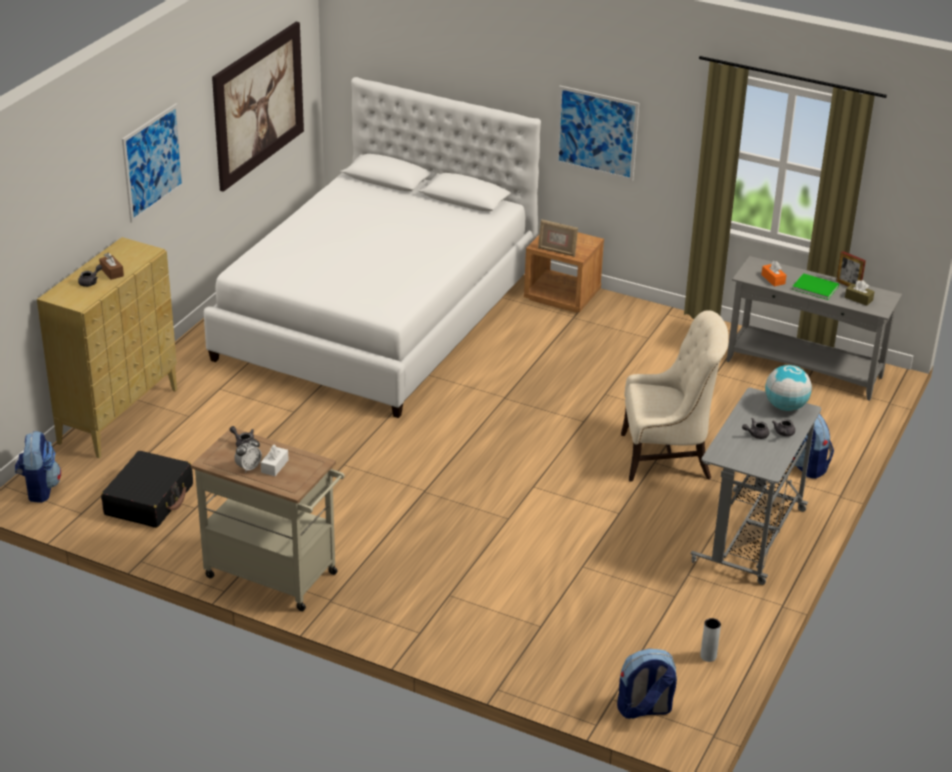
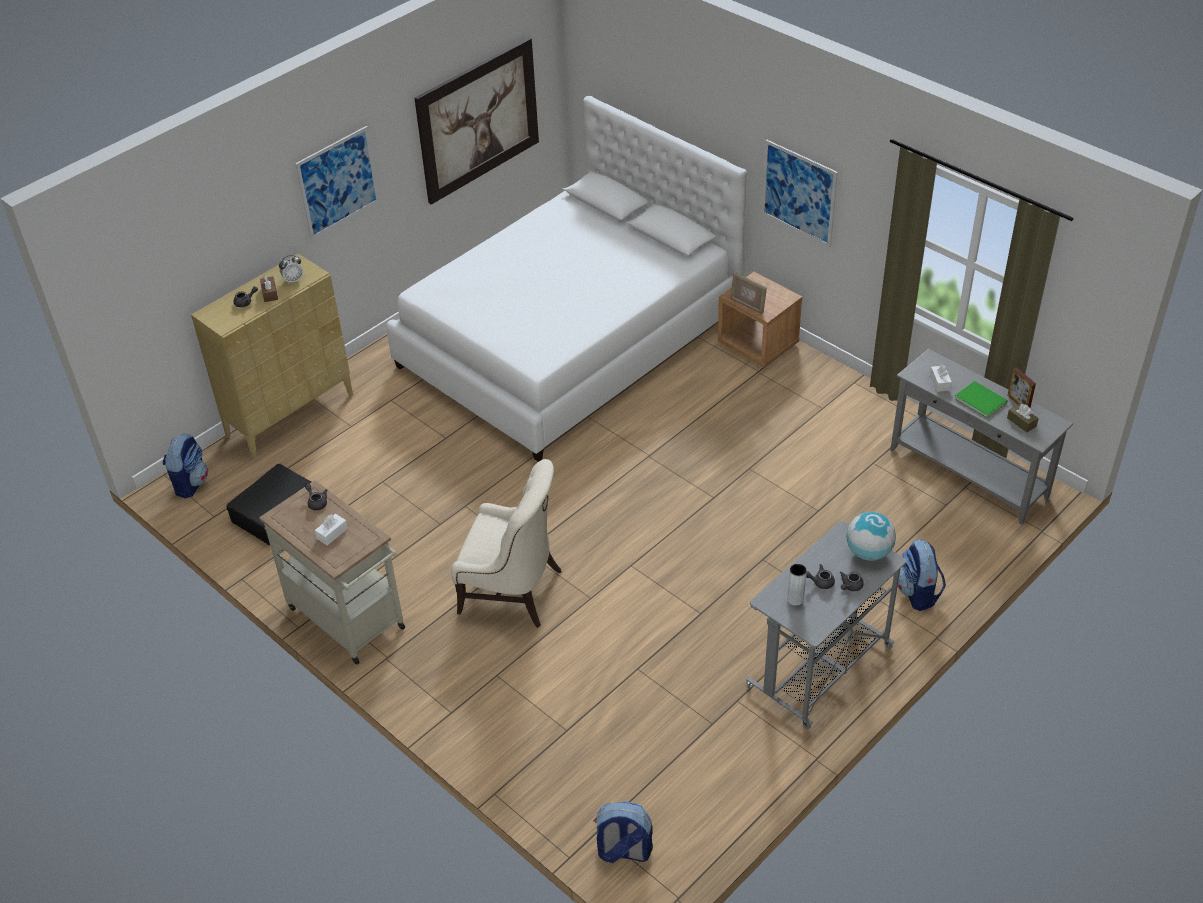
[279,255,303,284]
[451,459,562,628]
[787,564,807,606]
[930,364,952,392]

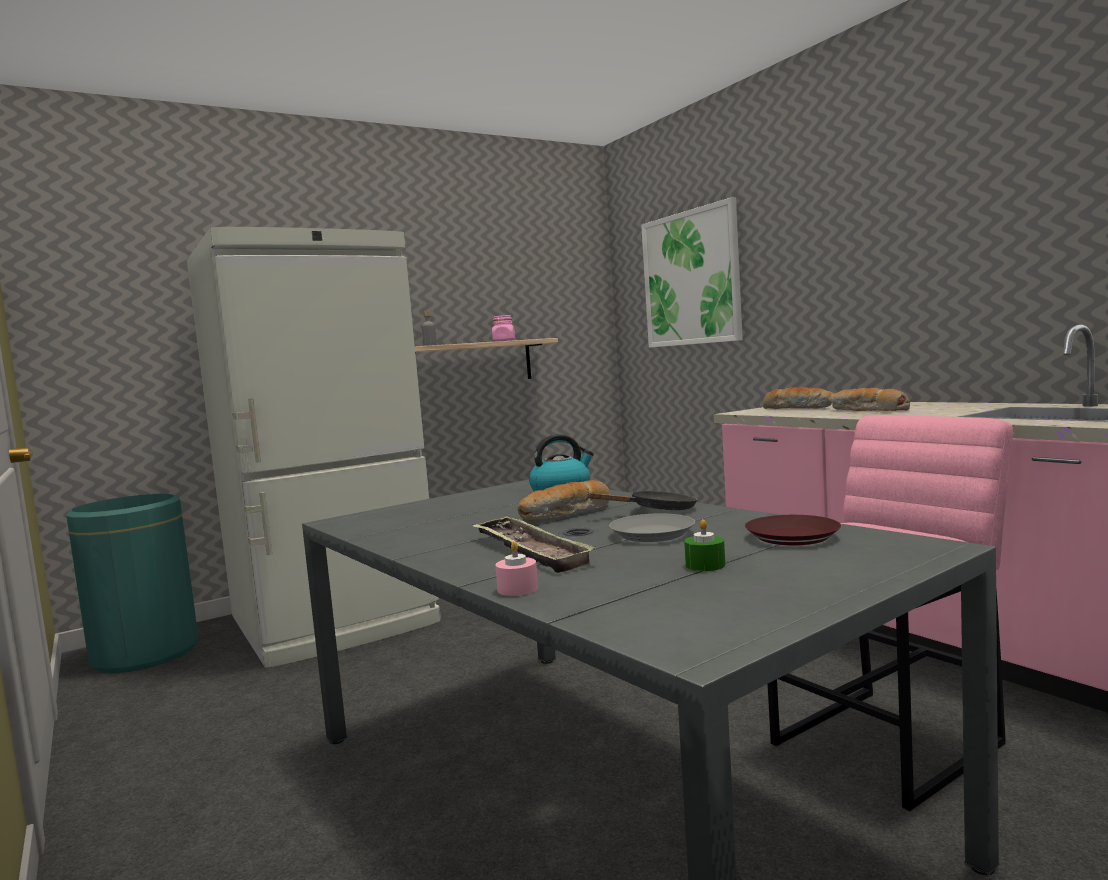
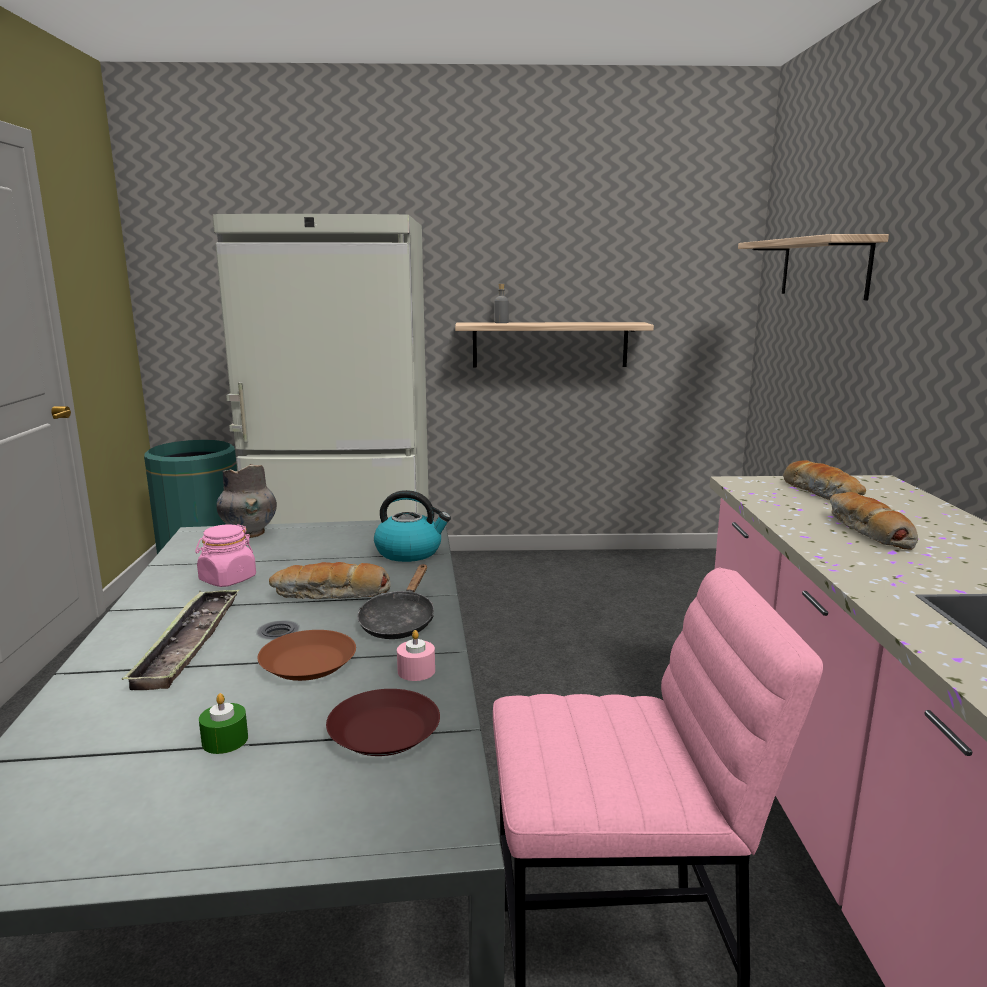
[217,464,277,538]
[195,524,256,587]
[397,630,435,681]
[738,234,889,300]
[258,630,356,681]
[357,564,434,639]

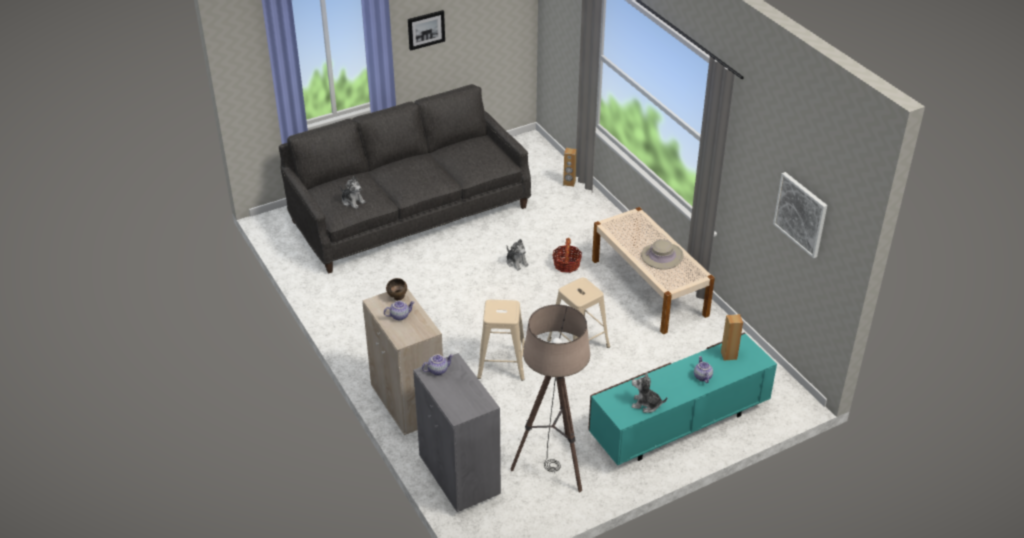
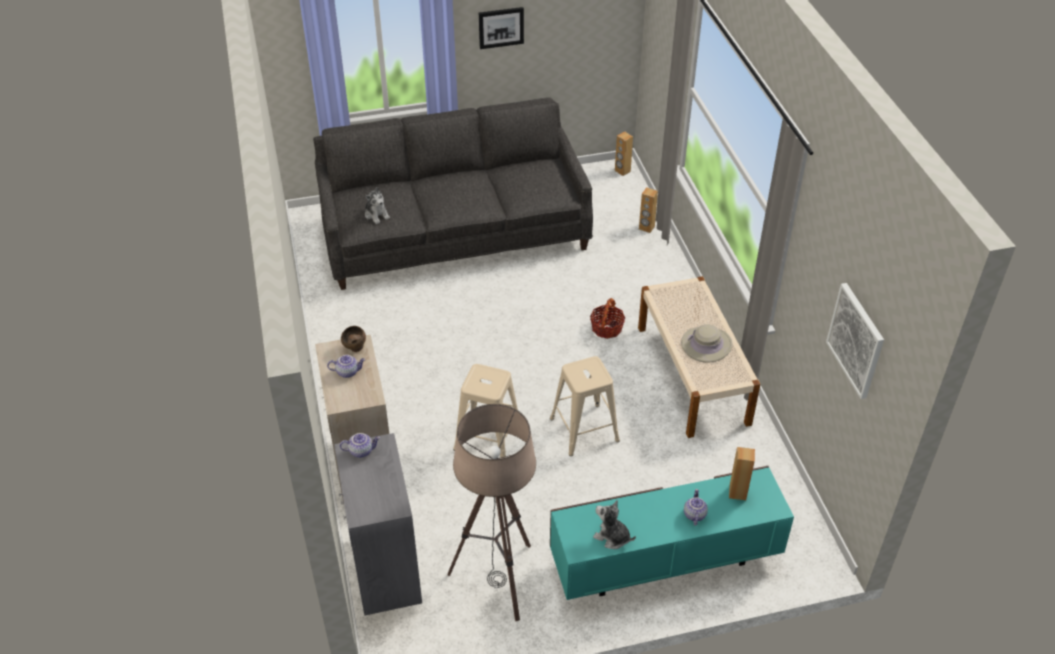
[507,239,529,271] (first image)
[615,131,633,176]

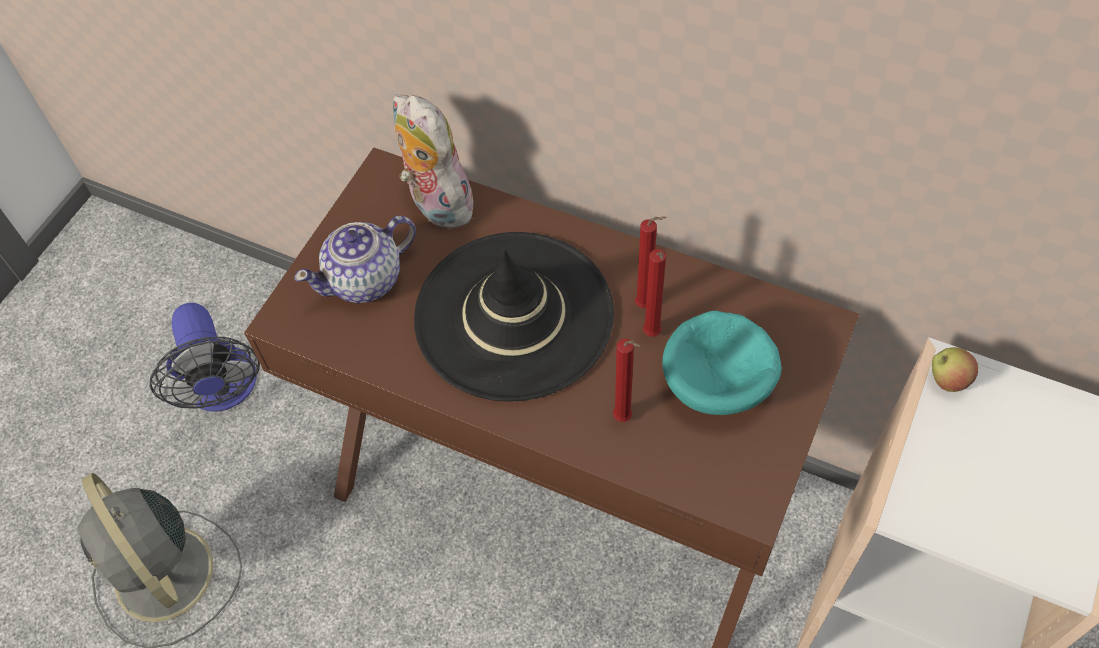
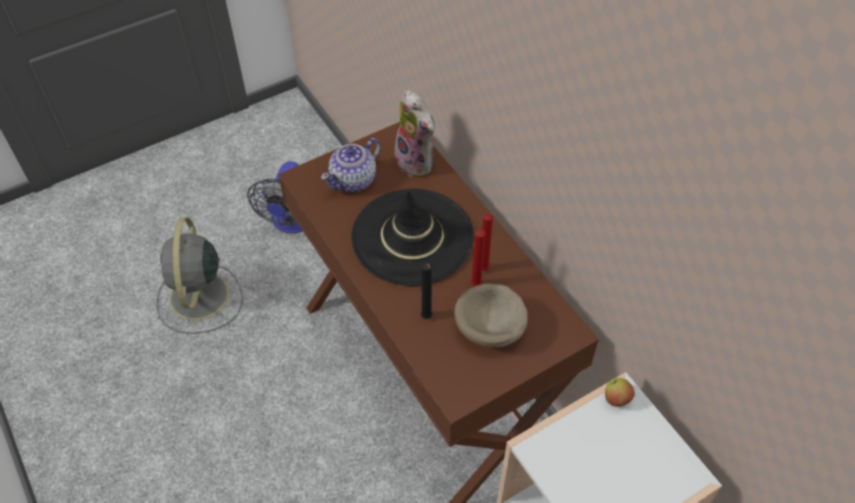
[421,262,433,319]
[454,283,528,347]
[321,138,381,192]
[395,90,435,177]

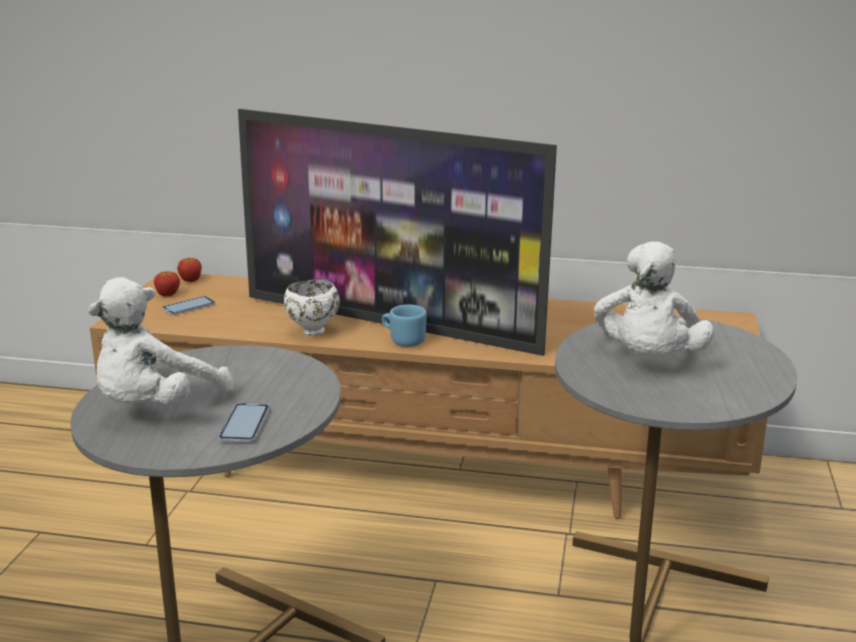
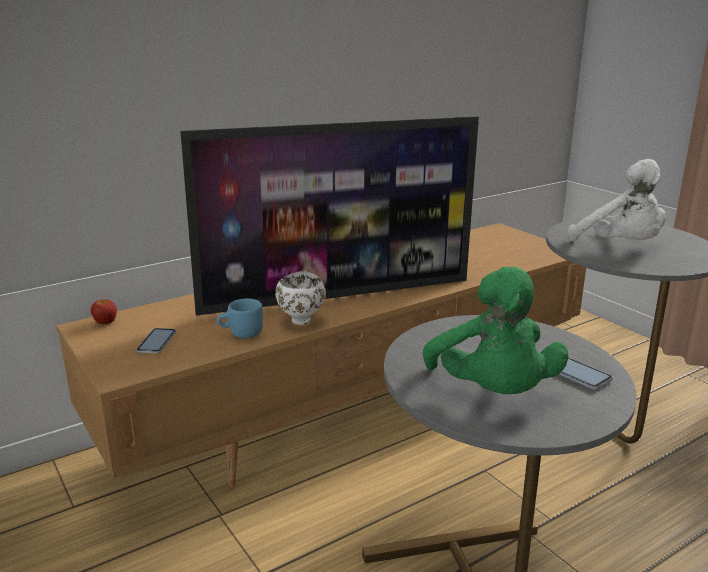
[154,272,180,297] (first image)
[217,299,263,338]
[423,267,569,394]

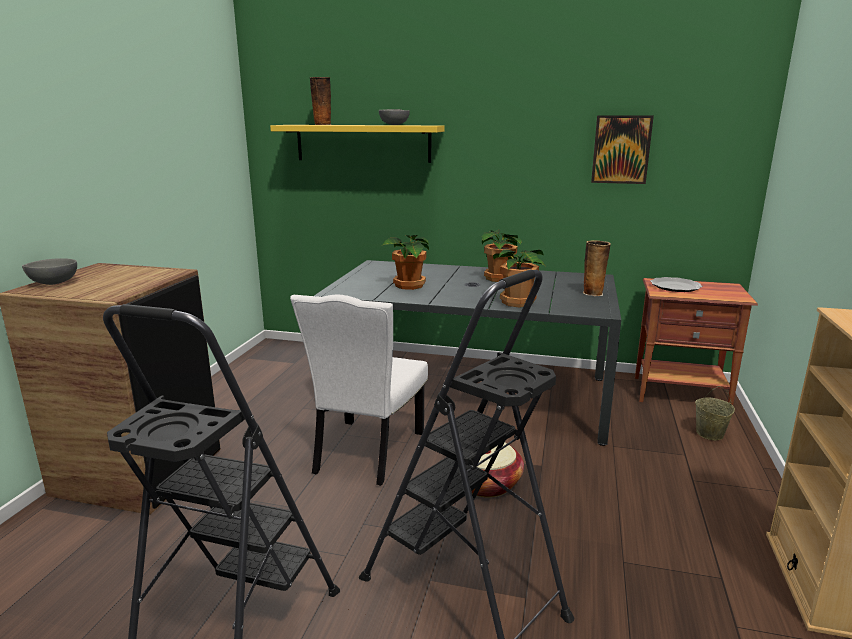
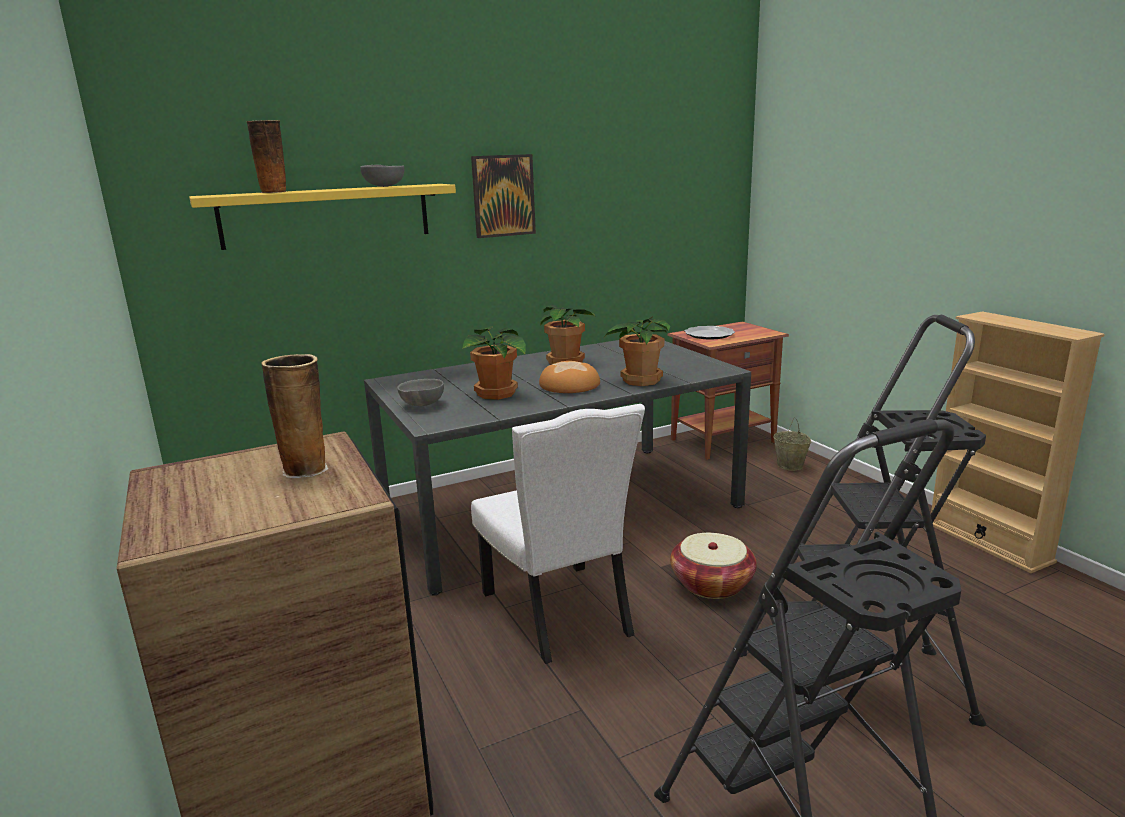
[539,361,600,393]
[397,379,444,407]
[261,354,329,478]
[471,154,536,238]

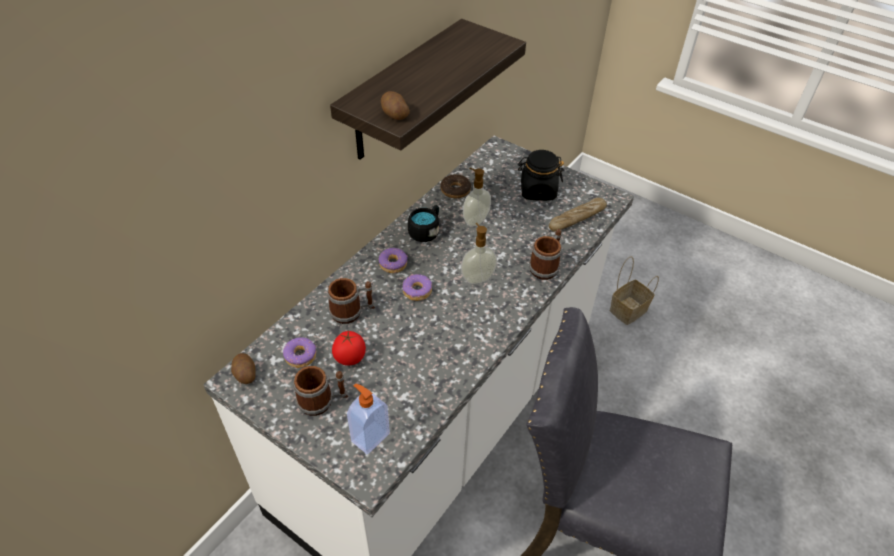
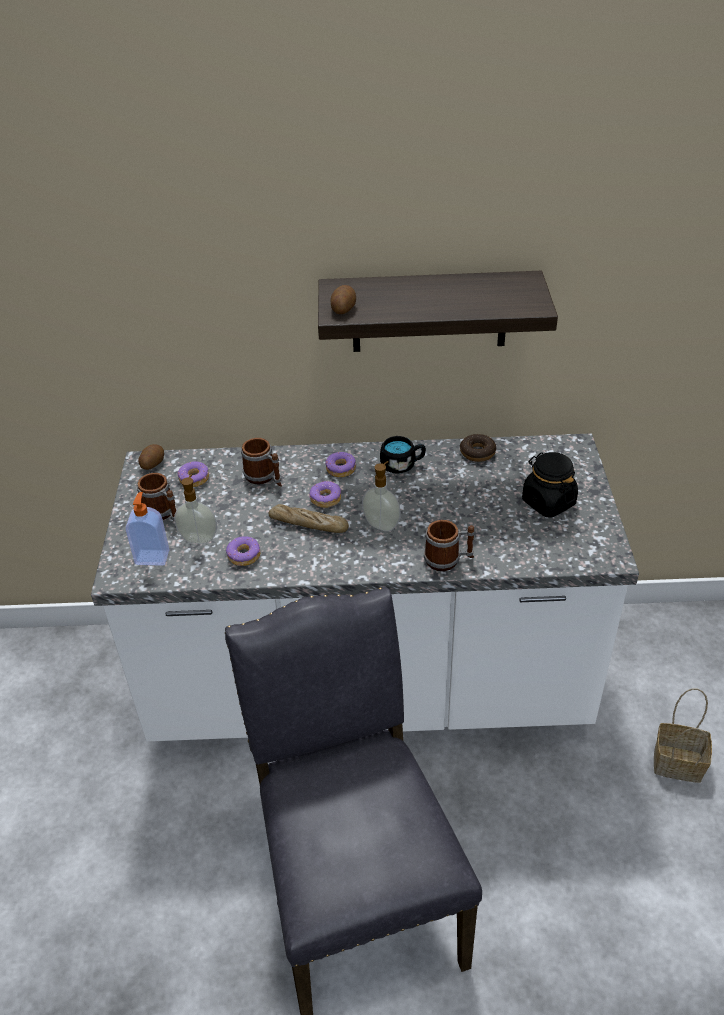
[332,331,366,366] (first image)
[226,536,261,566]
[174,474,217,544]
[269,504,349,533]

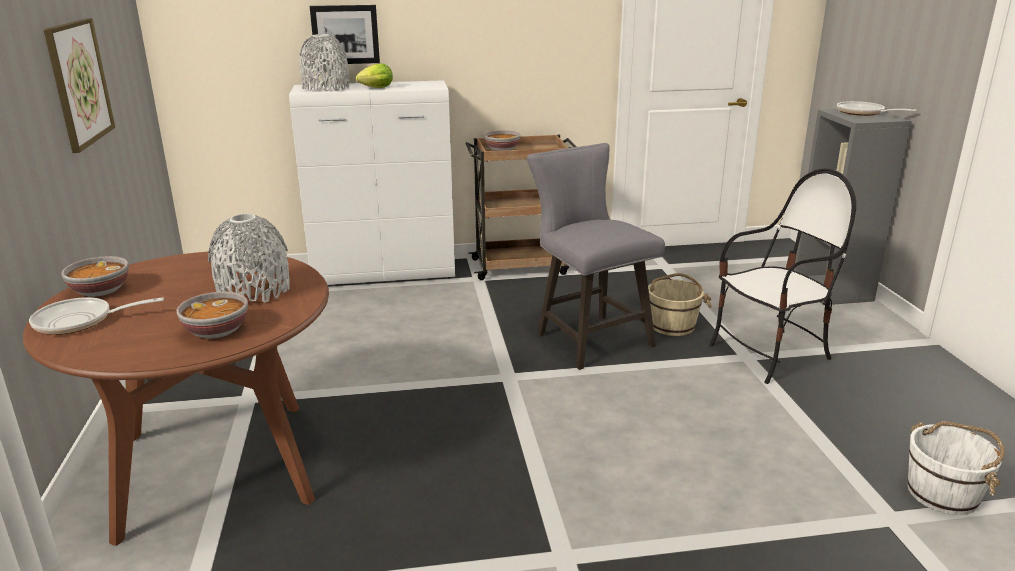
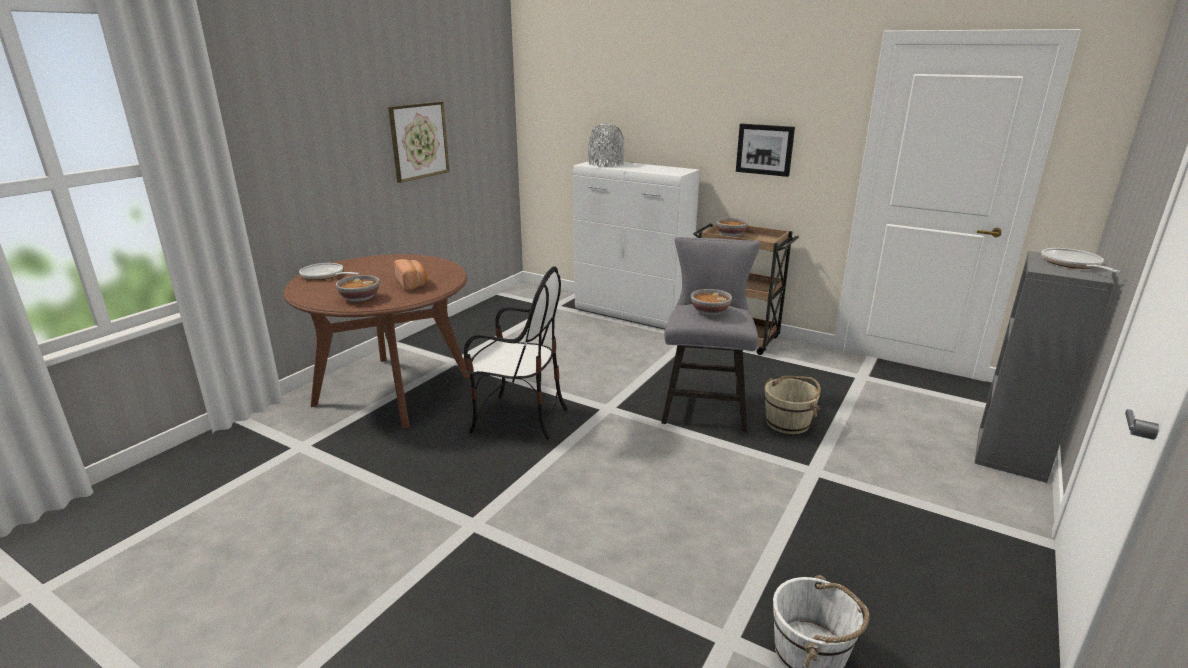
[356,64,393,88] (first image)
[691,289,732,316]
[736,124,795,177]
[464,266,568,440]
[394,259,428,290]

